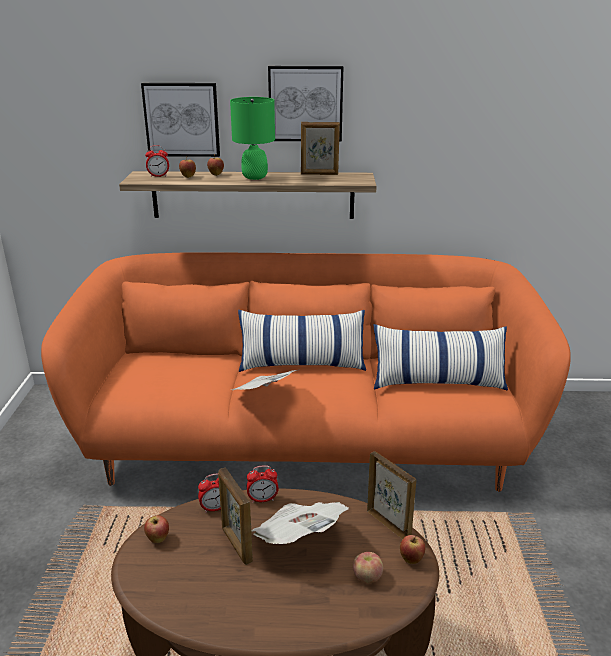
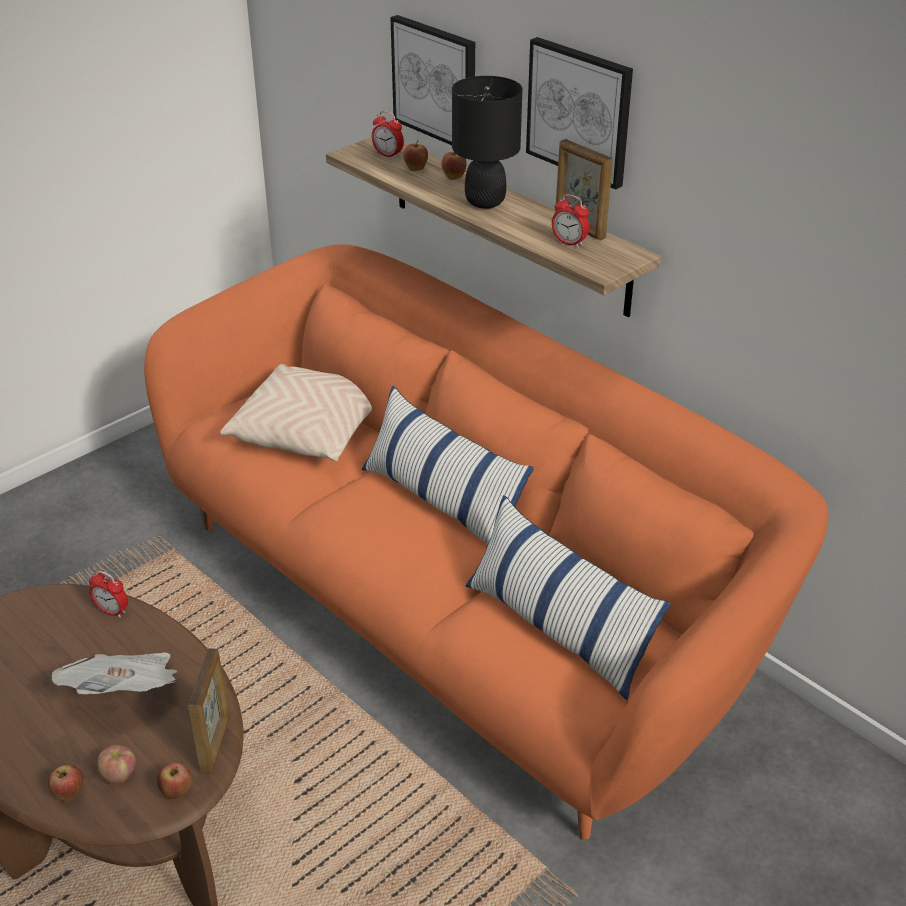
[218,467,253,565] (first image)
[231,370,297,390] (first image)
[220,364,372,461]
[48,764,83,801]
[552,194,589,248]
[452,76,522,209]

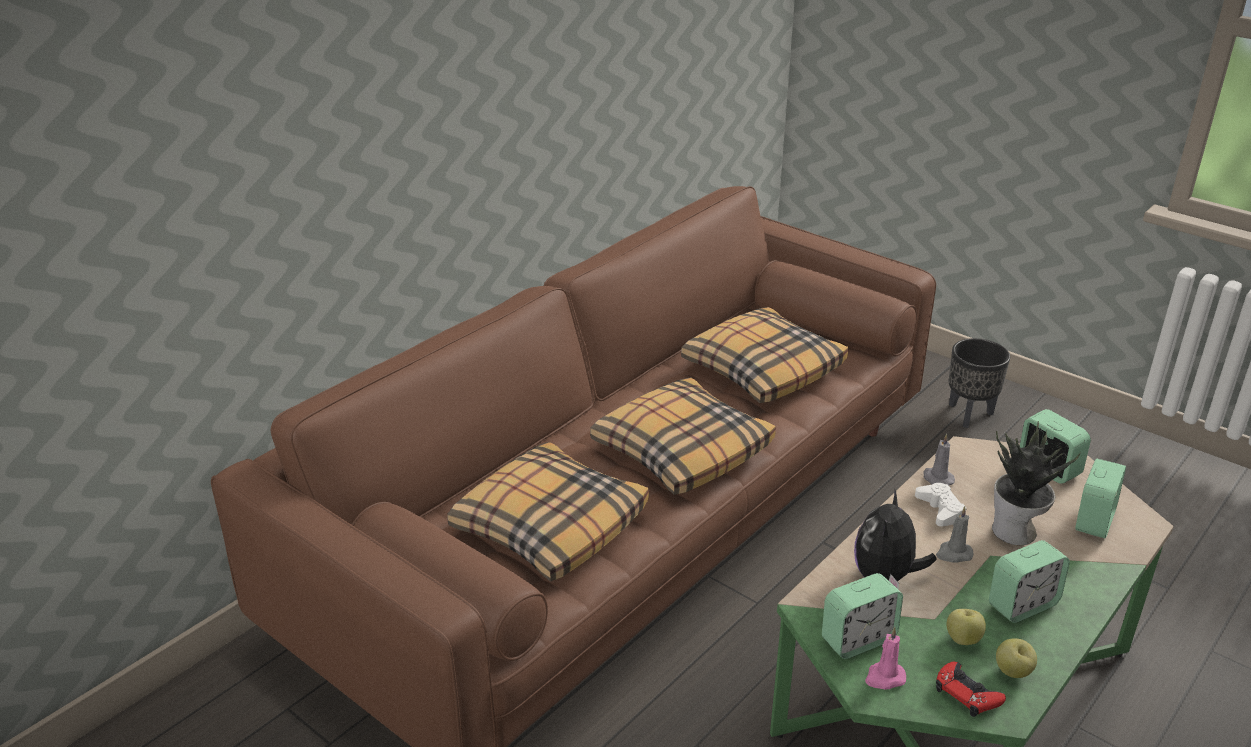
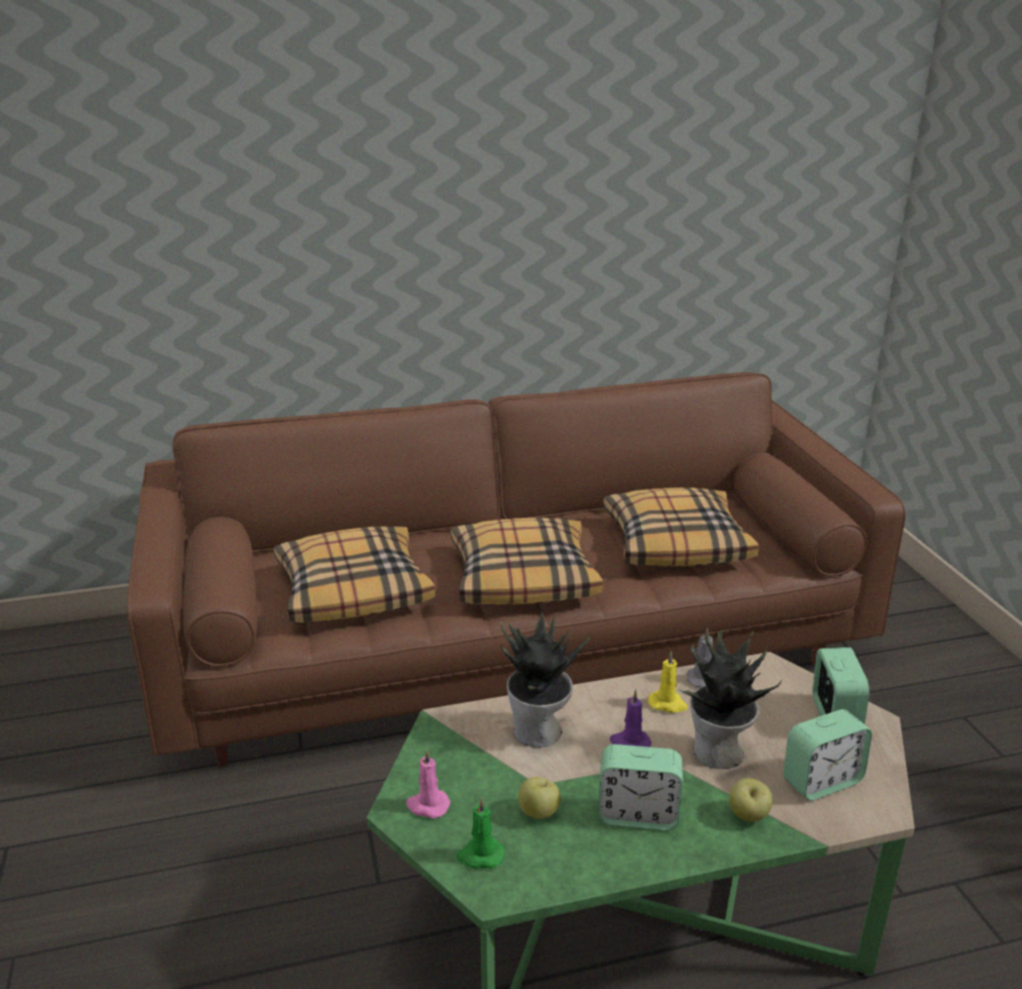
[822,573,903,659] (first image)
[949,338,1010,428] (first image)
[729,778,773,822]
[500,604,591,748]
[648,651,688,713]
[456,798,504,869]
[610,689,652,747]

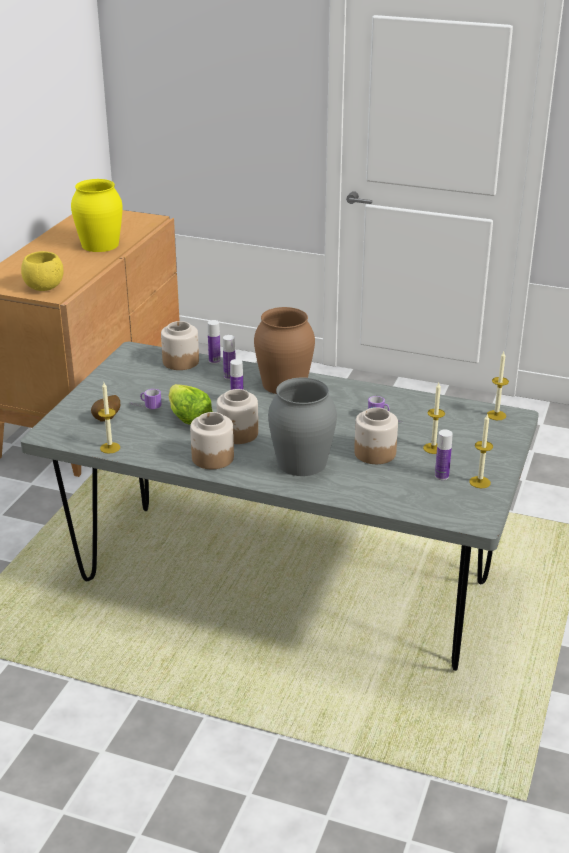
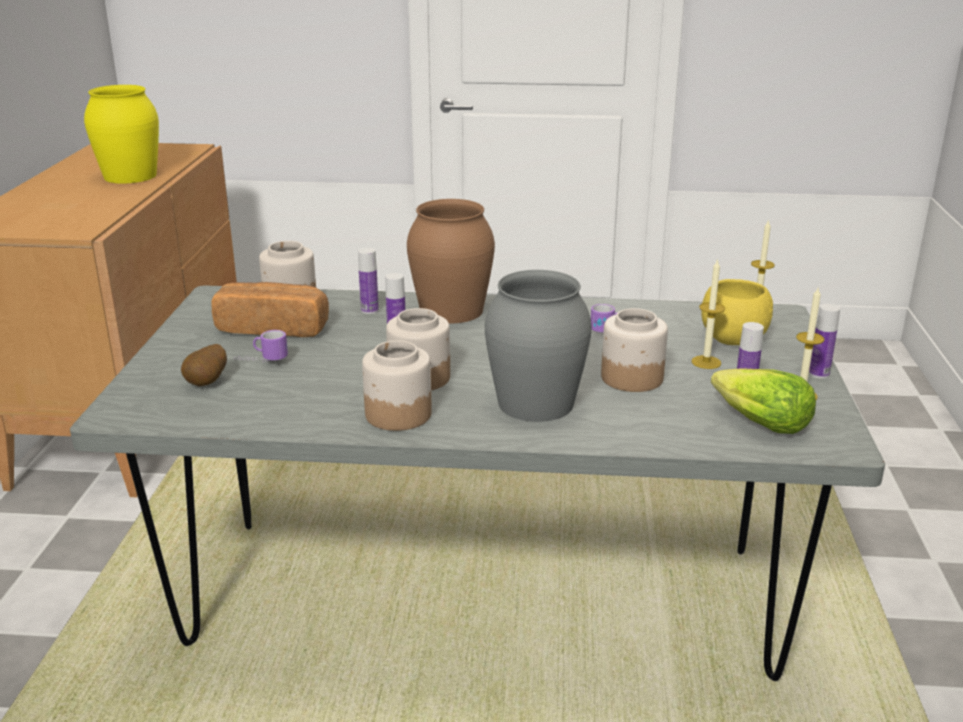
[98,383,120,454] (first image)
[211,282,329,337]
[701,279,773,345]
[711,368,816,434]
[809,304,840,379]

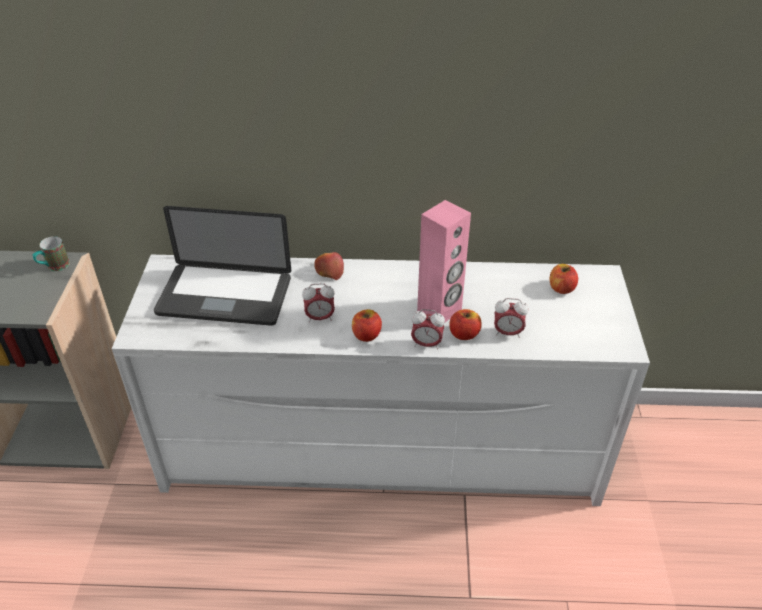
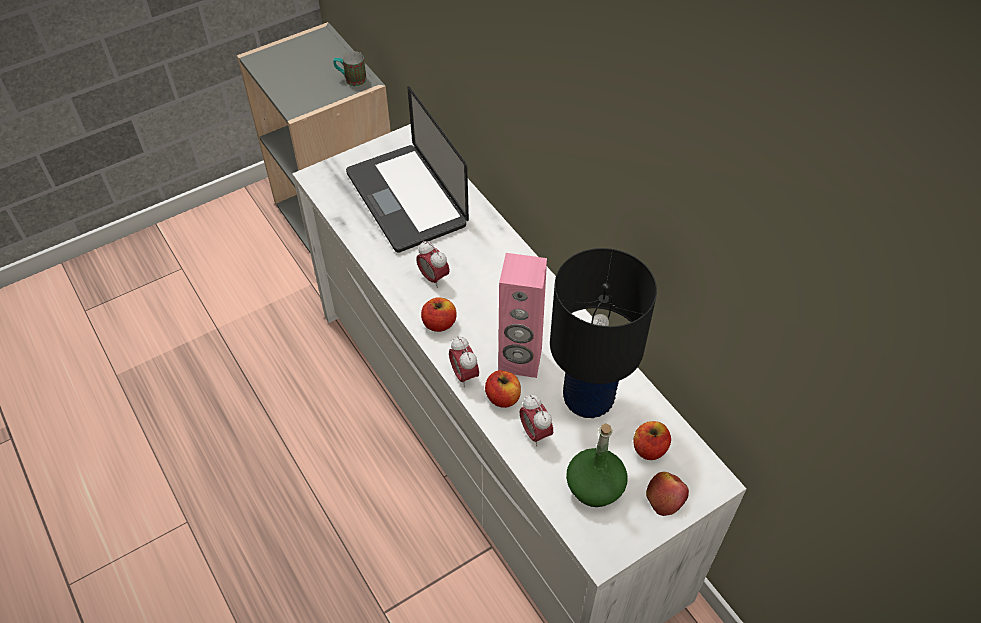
[550,248,657,418]
[566,423,628,507]
[646,472,689,516]

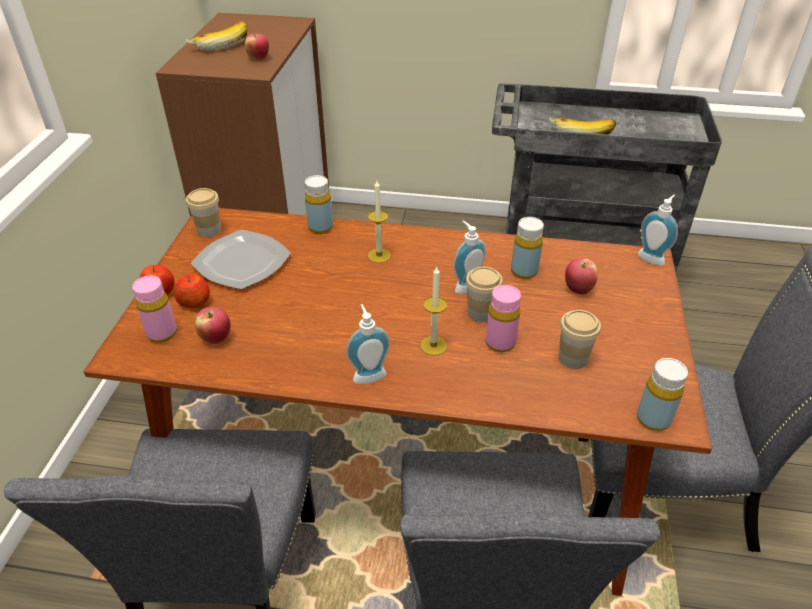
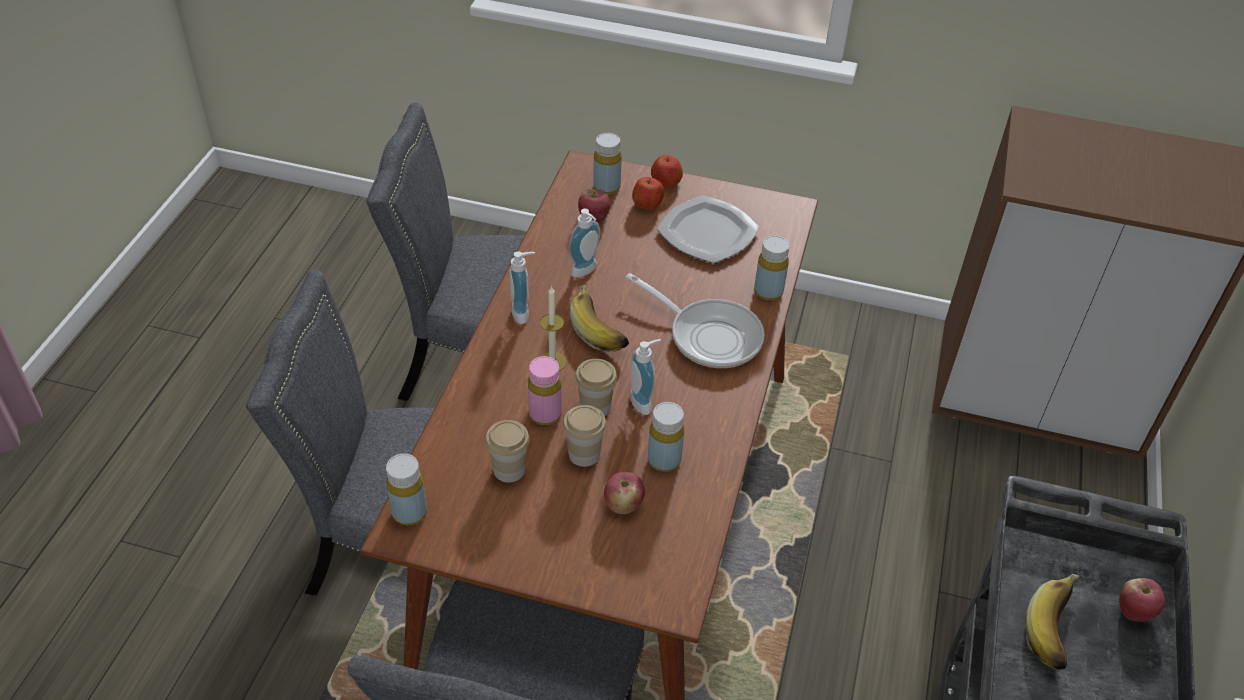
[570,285,629,351]
[563,405,606,467]
[1119,578,1165,622]
[569,209,600,277]
[626,273,765,368]
[593,133,622,194]

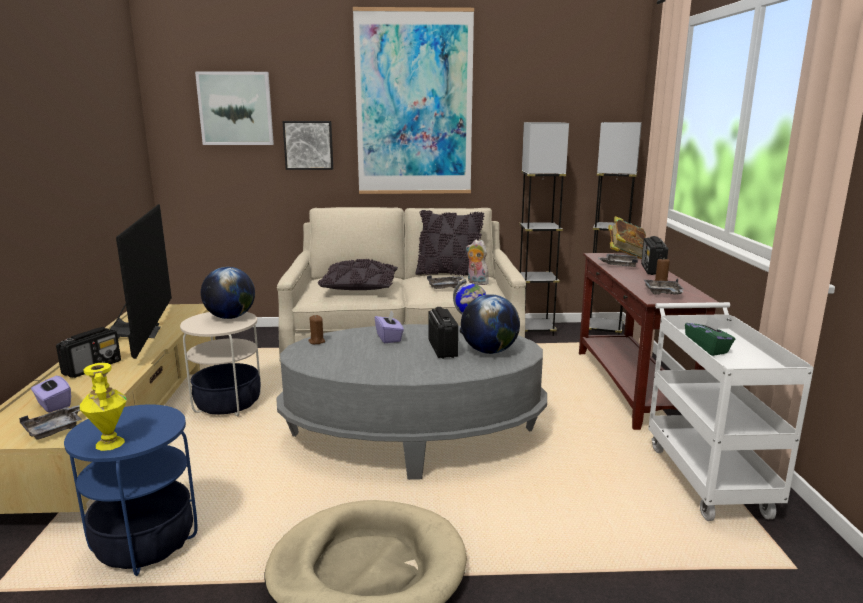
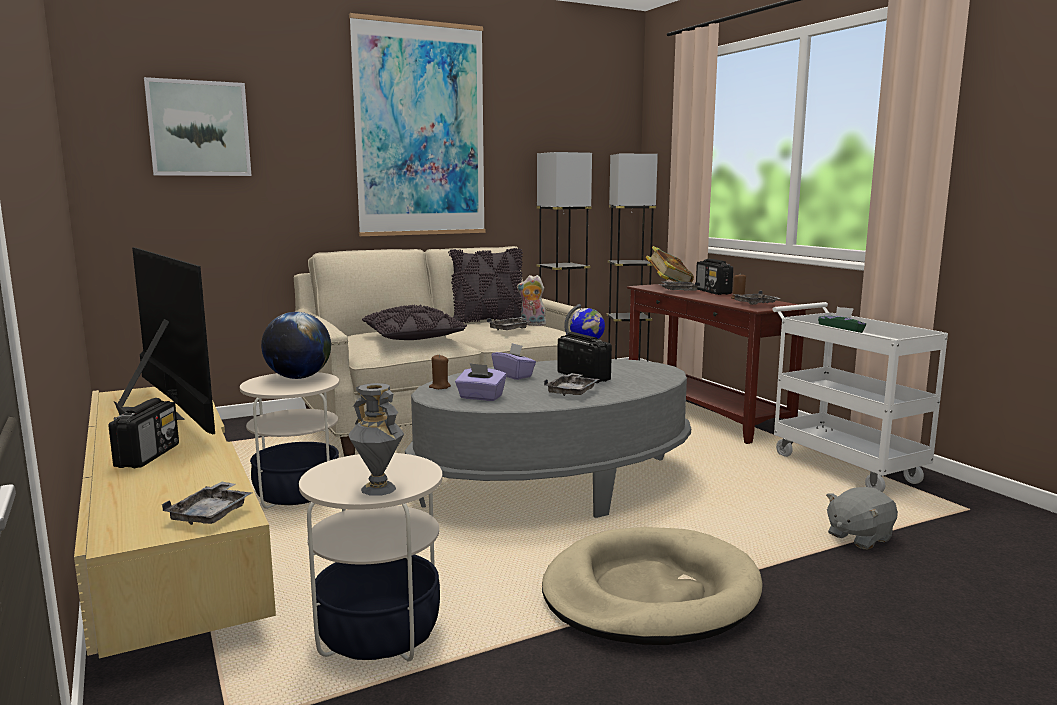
[283,121,333,170] (first image)
[461,294,520,354] (first image)
[544,373,599,396]
[826,487,898,549]
[455,363,506,401]
[299,453,442,661]
[349,383,404,496]

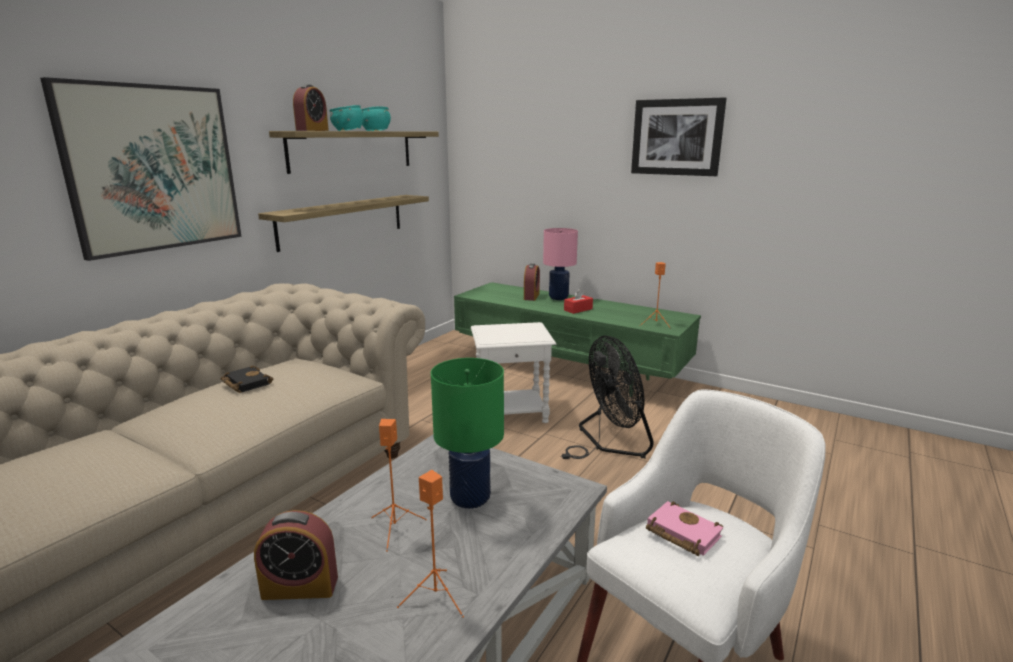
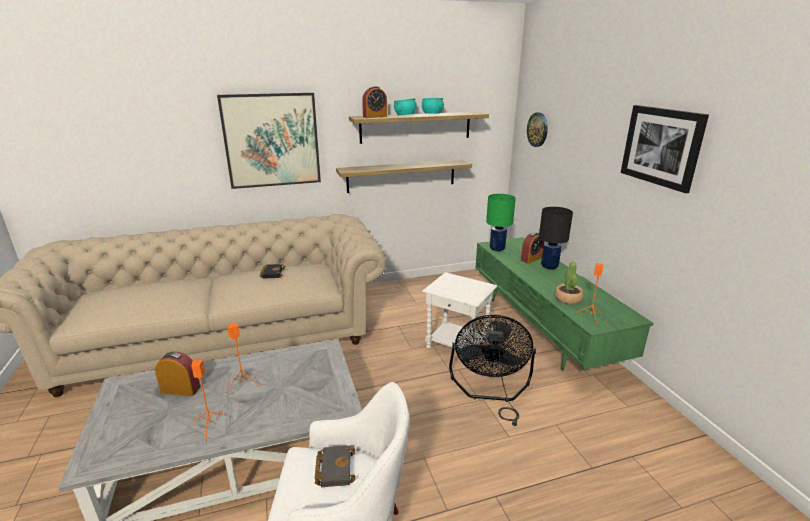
[564,288,593,314] (first image)
[527,112,548,147]
[555,262,583,304]
[486,194,516,251]
[539,207,573,269]
[315,446,355,487]
[155,351,200,396]
[449,315,536,426]

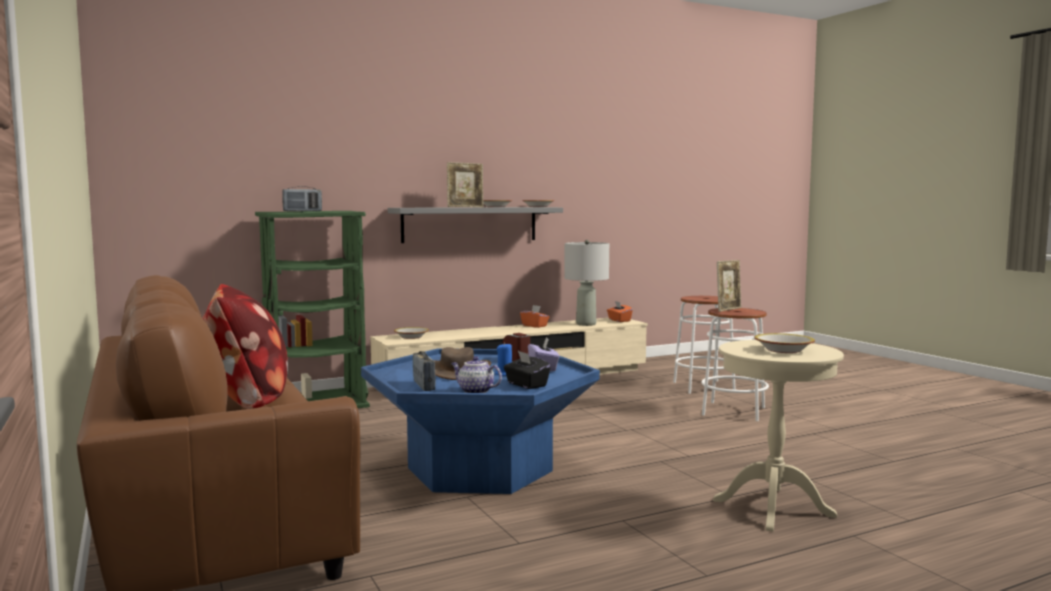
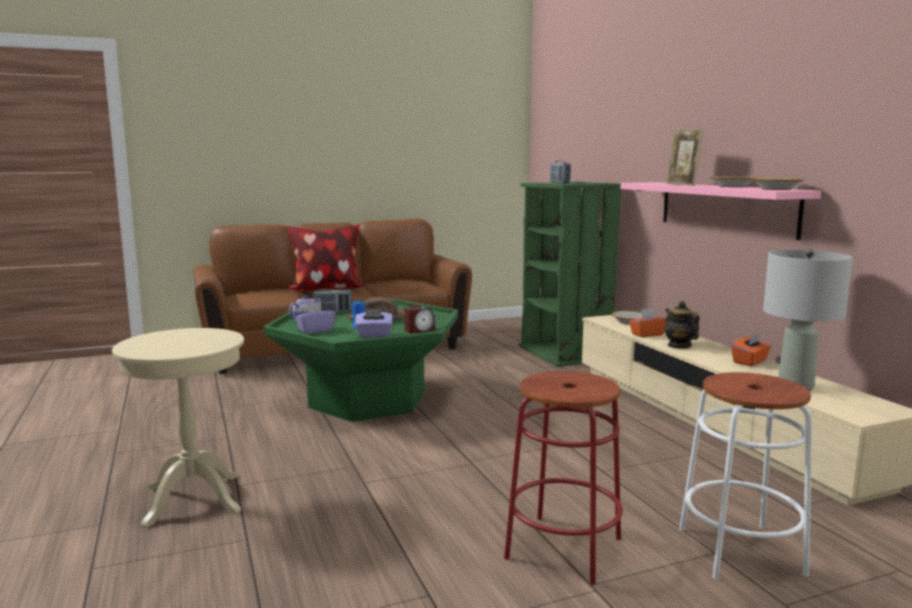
[717,260,741,312] (first image)
[754,333,815,353] (first image)
[664,301,700,349]
[629,308,666,337]
[264,298,458,422]
[620,182,821,240]
[295,302,336,334]
[504,371,623,585]

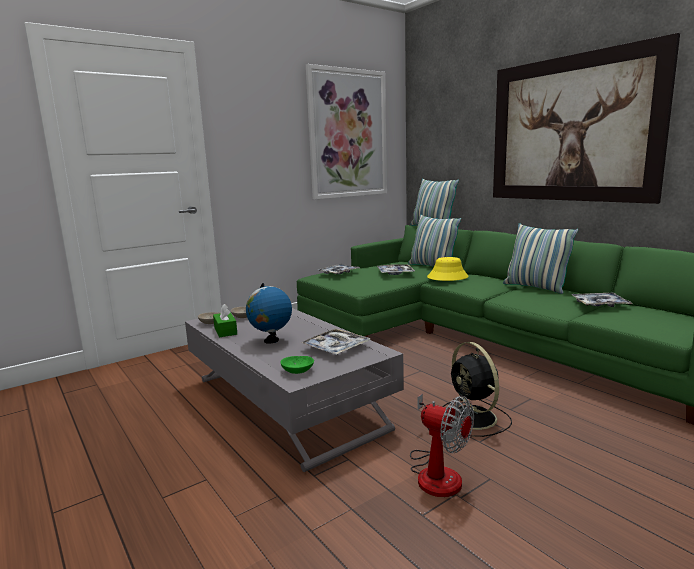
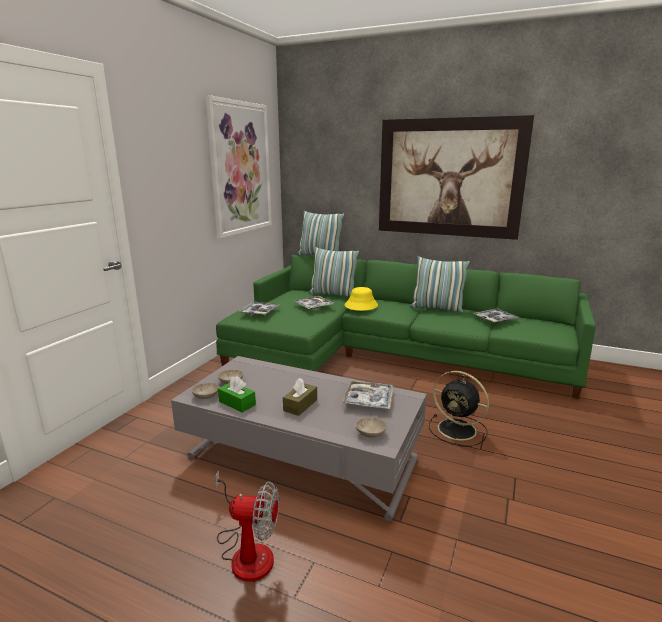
[215,470,279,582]
[283,378,317,416]
[355,417,387,437]

